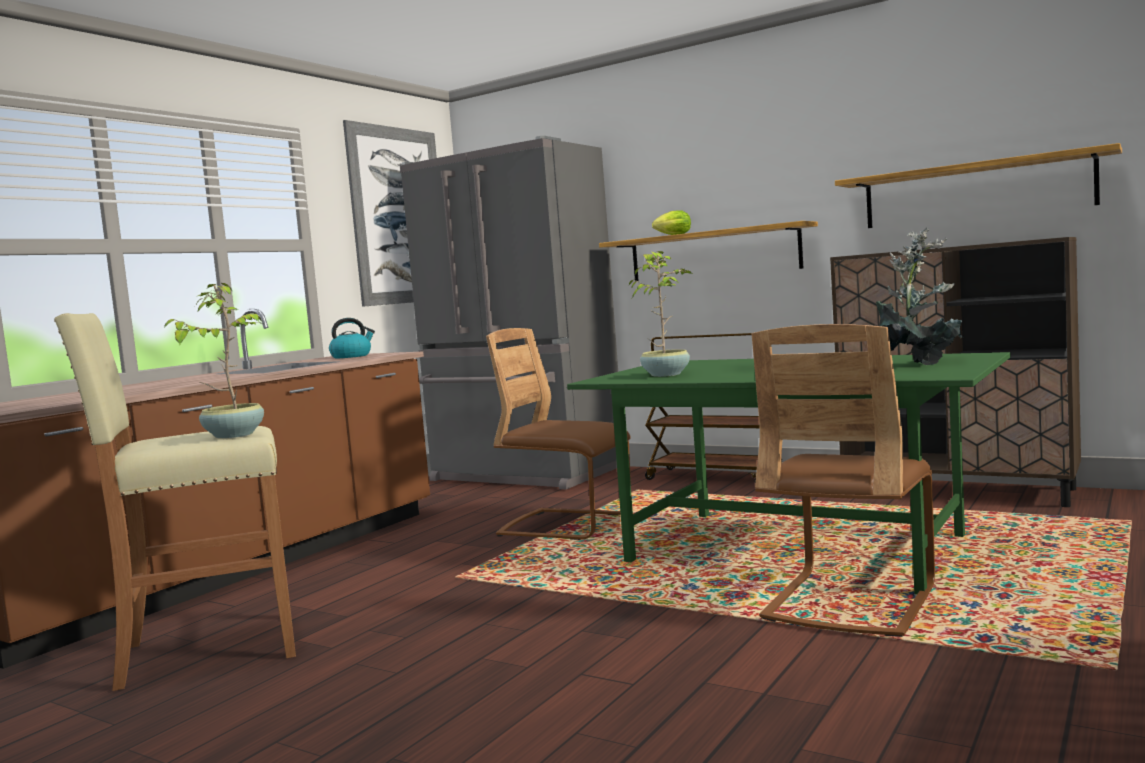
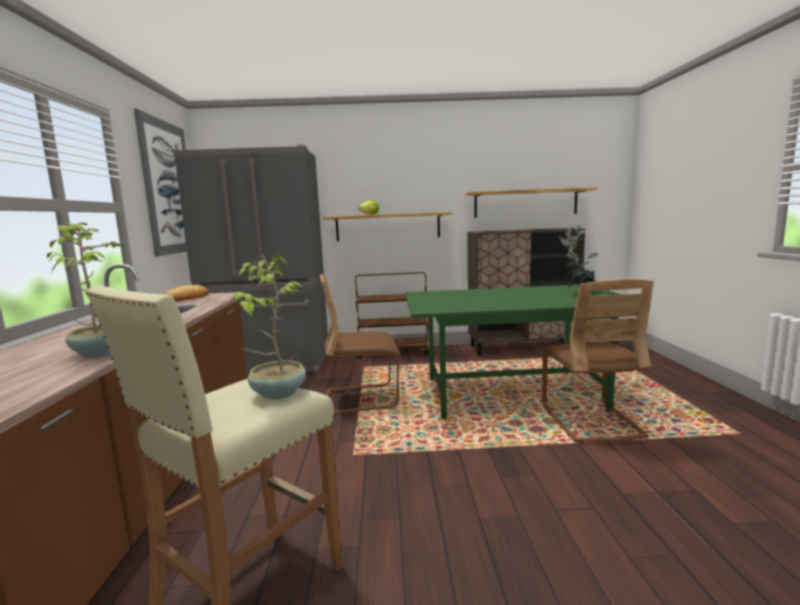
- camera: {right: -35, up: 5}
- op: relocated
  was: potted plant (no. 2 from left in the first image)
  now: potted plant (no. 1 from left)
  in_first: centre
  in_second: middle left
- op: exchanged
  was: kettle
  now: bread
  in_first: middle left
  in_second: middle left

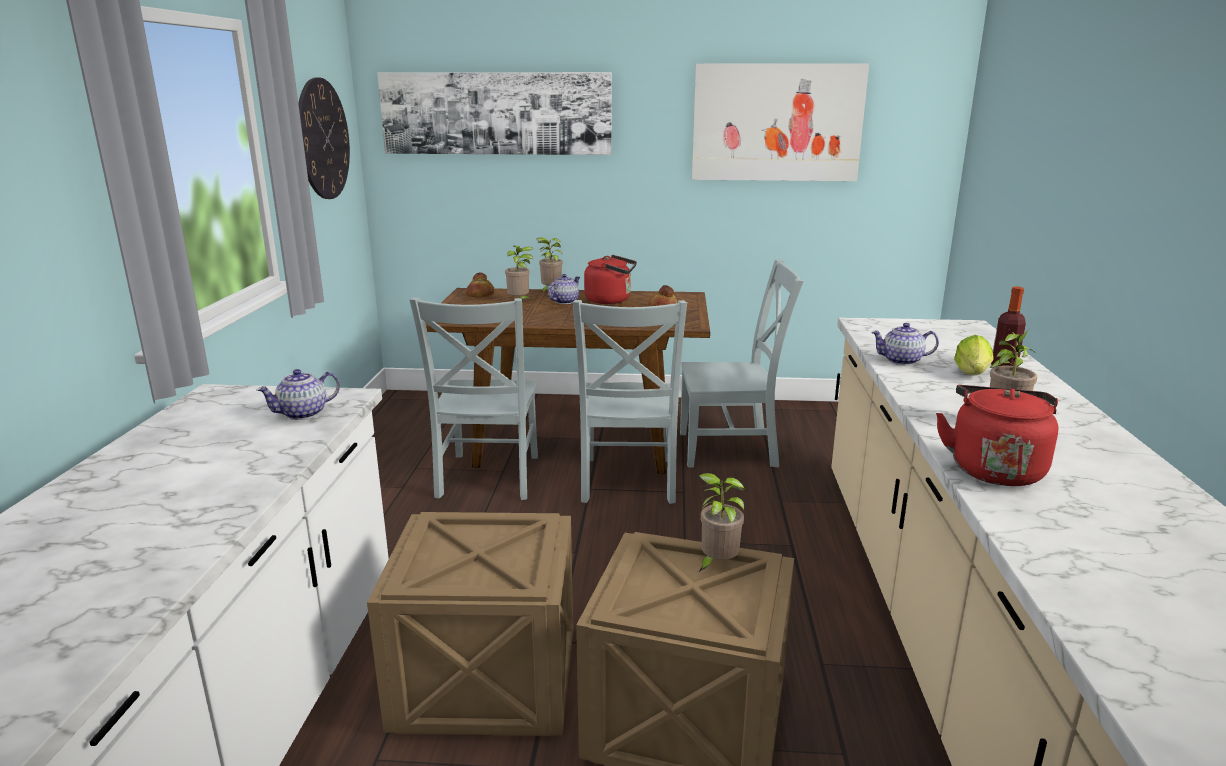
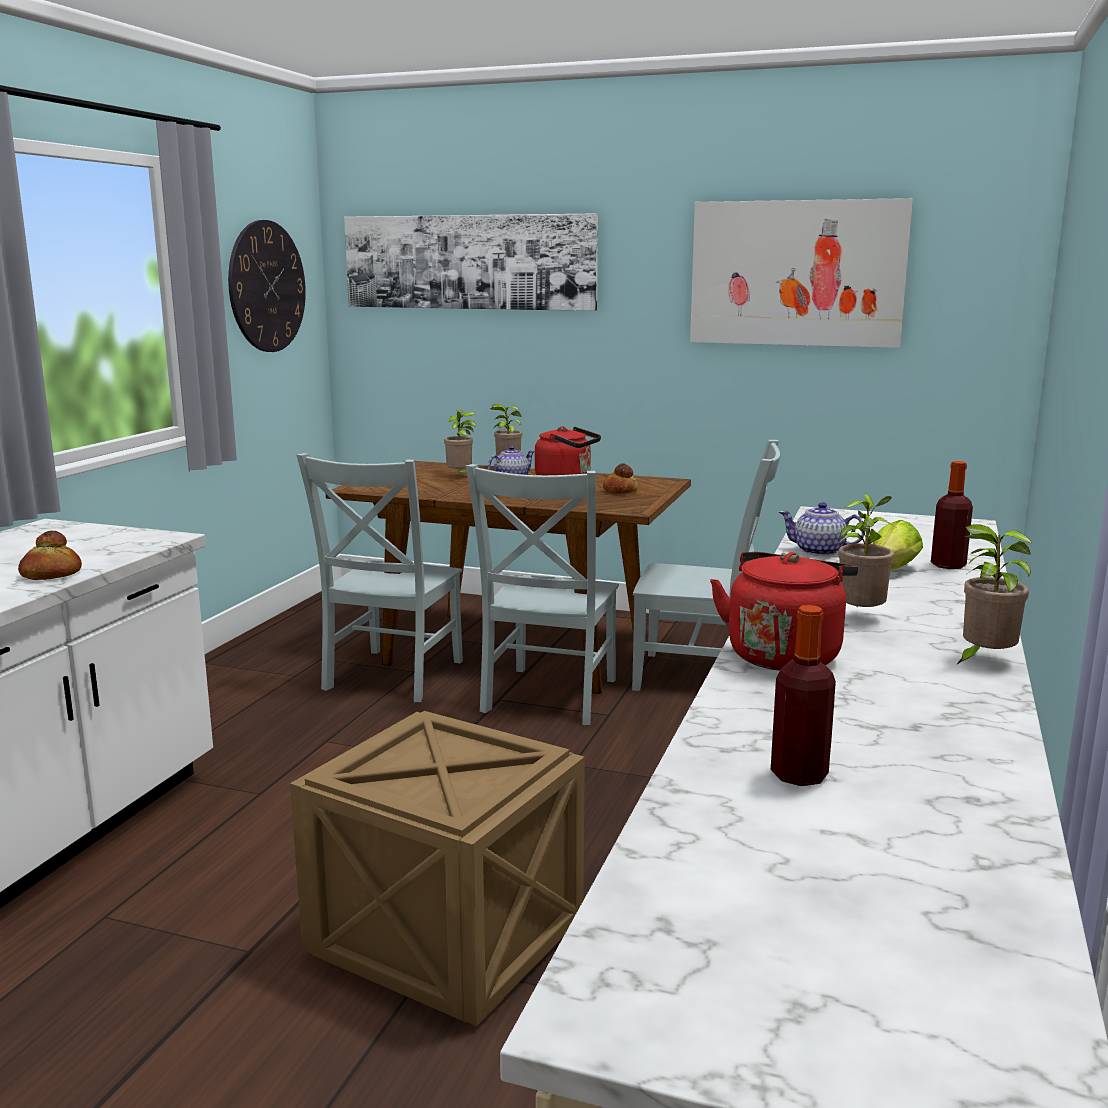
- camera: {right: 15, up: -5}
- op: relocated
  was: bread (no. 1 from left)
  in_first: centre
  in_second: middle left
- op: missing
  was: teapot (no. 1 from left)
  in_first: middle left
- op: relocated
  was: potted plant (no. 3 from left in the first image)
  now: potted plant (no. 4 from left)
  in_first: bottom centre
  in_second: middle right
- op: missing
  was: crate (no. 1 from left)
  in_first: bottom centre
- op: appeared
  now: bottle (no. 1 from left)
  in_second: middle right

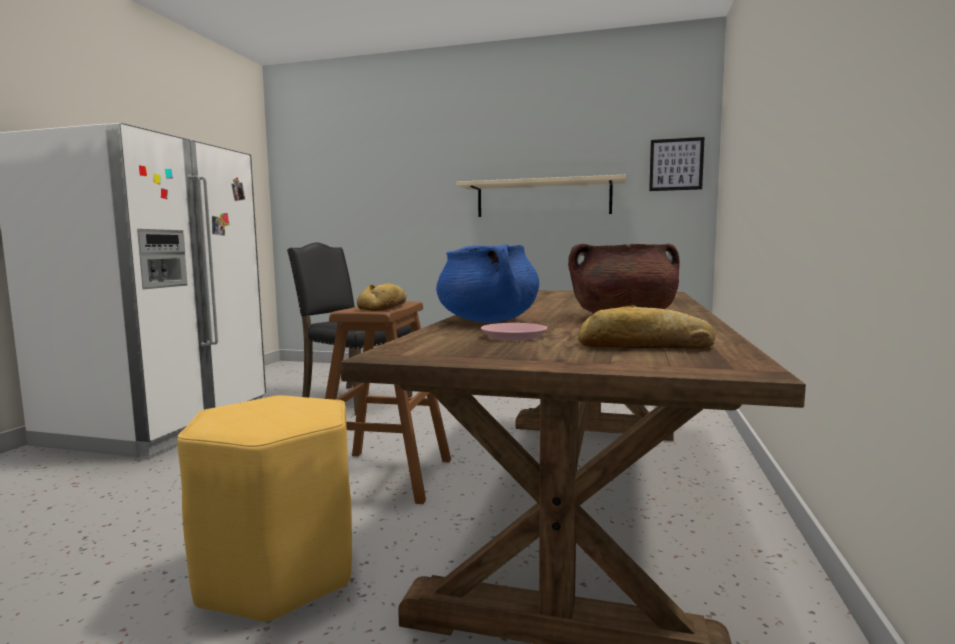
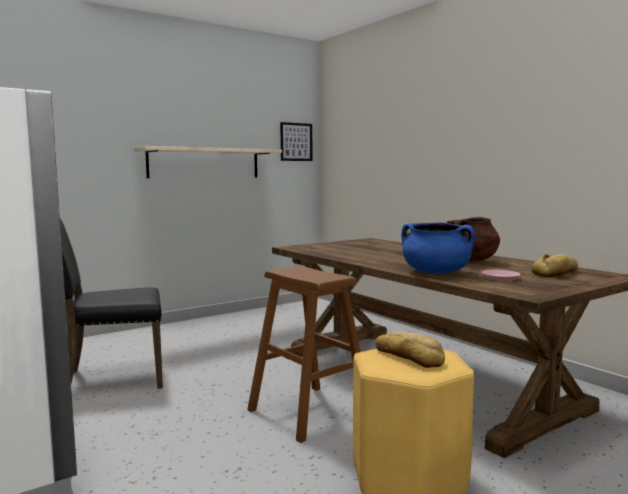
- camera: {right: -50, up: 0}
- op: relocated
  was: bread (no. 1 from left)
  in_first: centre
  in_second: bottom centre

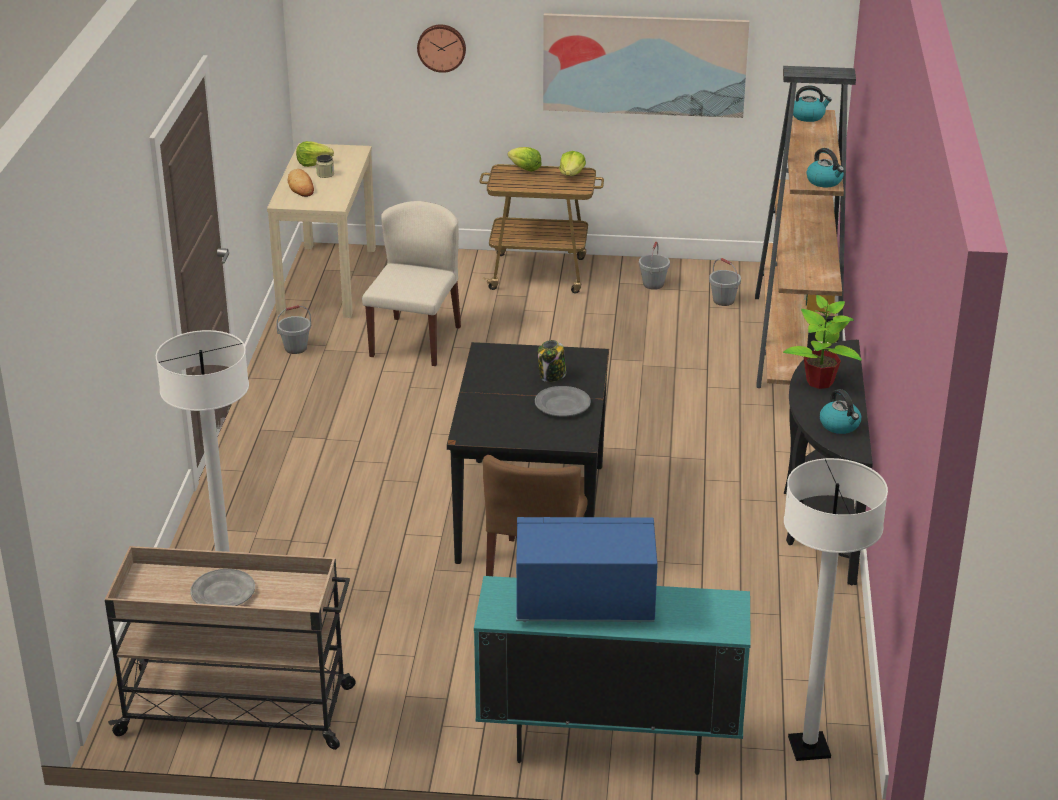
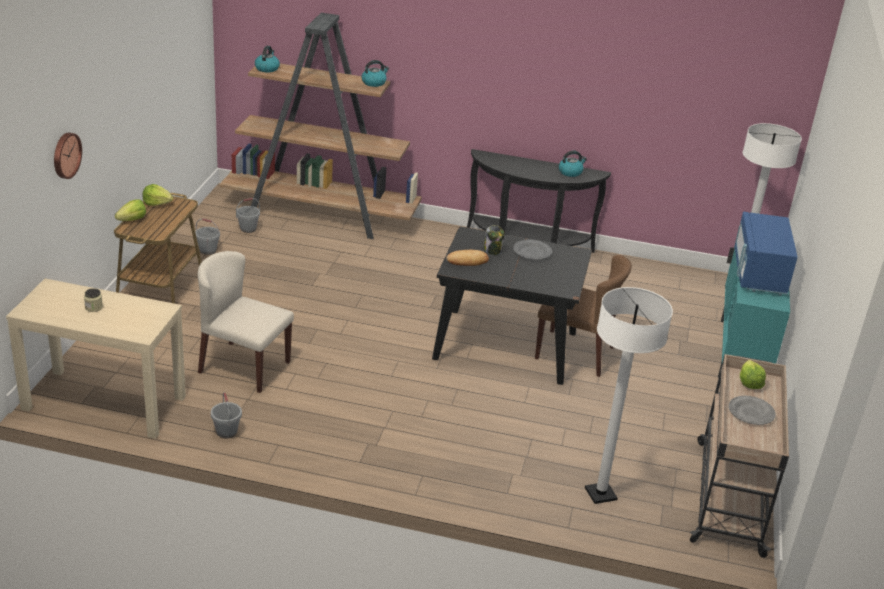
- camera: {right: -85, up: 0}
- op: missing
  was: picture
  in_first: top centre
- op: relocated
  was: lettuce (no. 1 from left in the first image)
  now: lettuce (no. 3 from left)
  in_first: top left
  in_second: middle right
- op: relocated
  was: bread
  in_first: top left
  in_second: centre
- op: missing
  was: potted plant
  in_first: middle right

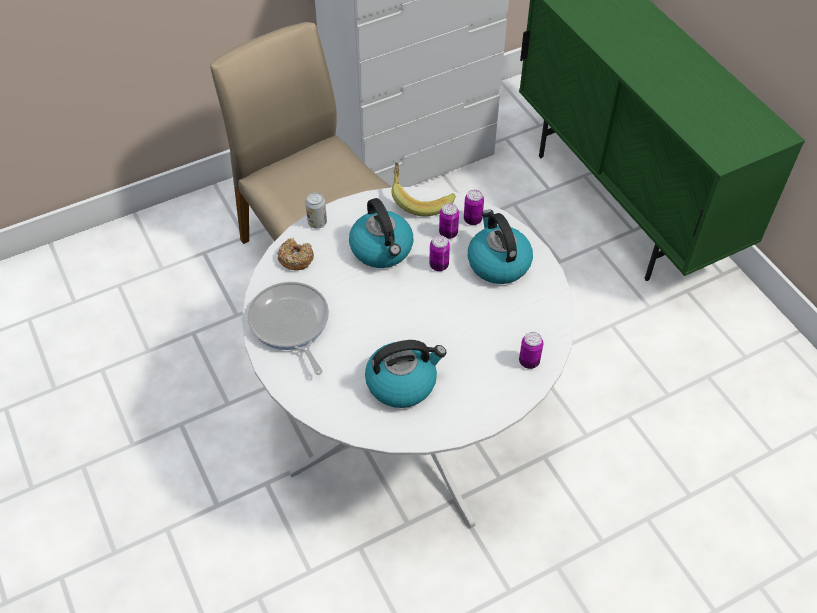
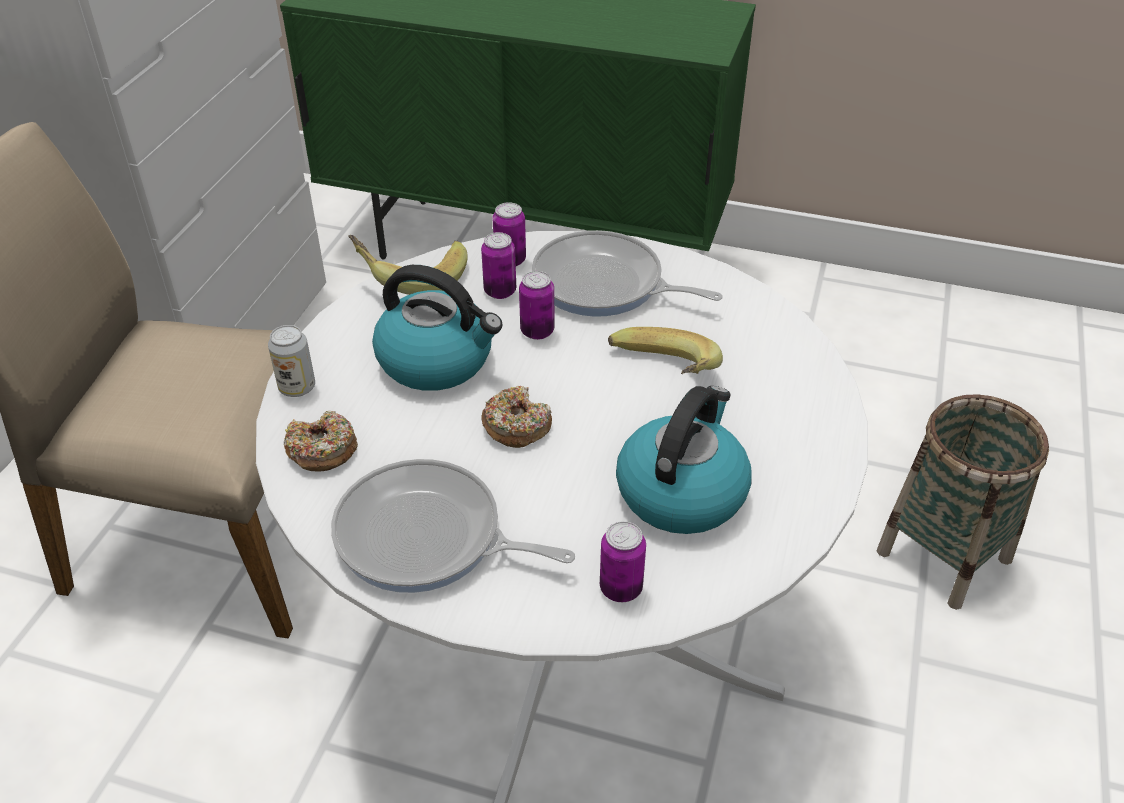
- camera: {right: -45, up: -10}
- op: exchanged
  was: kettle (no. 3 from left)
  now: frying pan (no. 2 from left)
  in_first: centre
  in_second: centre
- op: relocated
  was: can (no. 5 from left)
  in_first: centre
  in_second: bottom centre
- op: appeared
  now: banana (no. 2 from left)
  in_second: centre
- op: appeared
  now: donut (no. 2 from left)
  in_second: centre
- op: appeared
  now: basket
  in_second: middle right

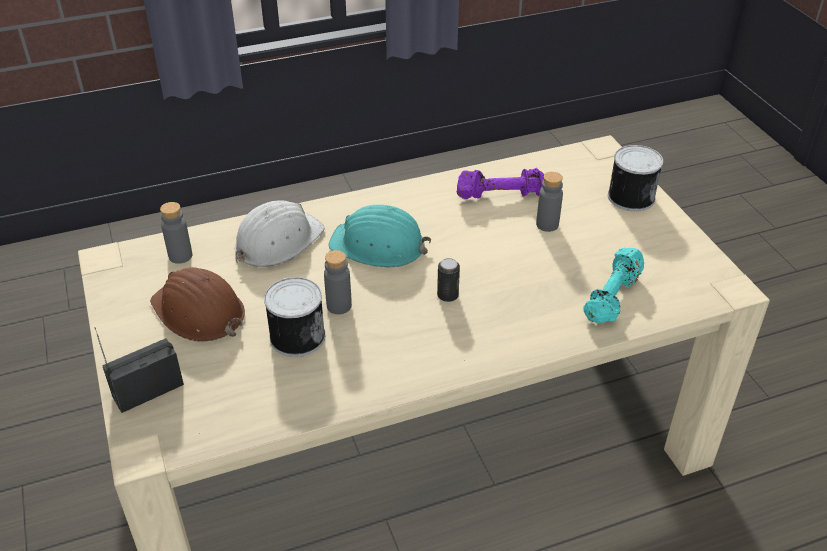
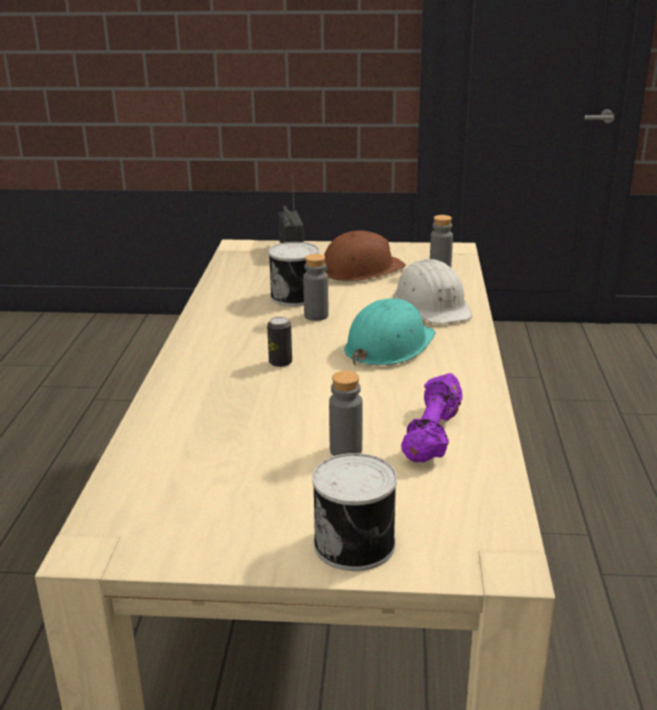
- camera: {right: 115, up: -15}
- op: missing
  was: turquoise dumbbell
  in_first: middle right

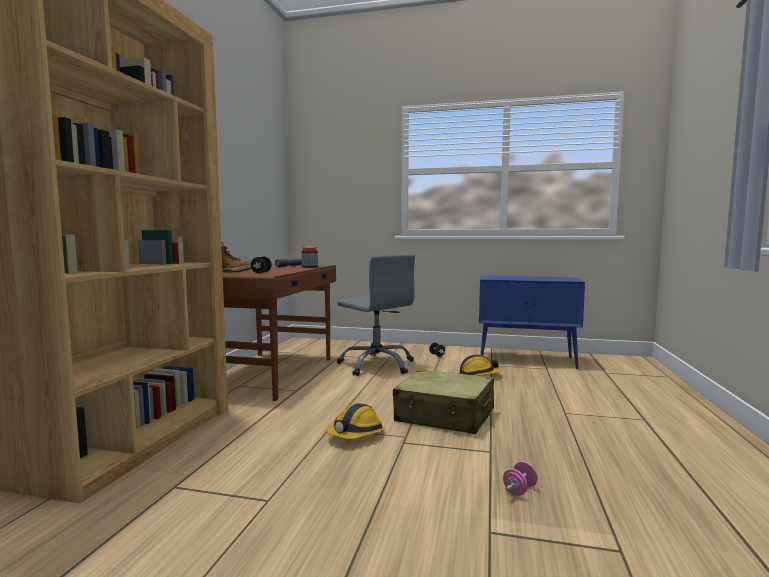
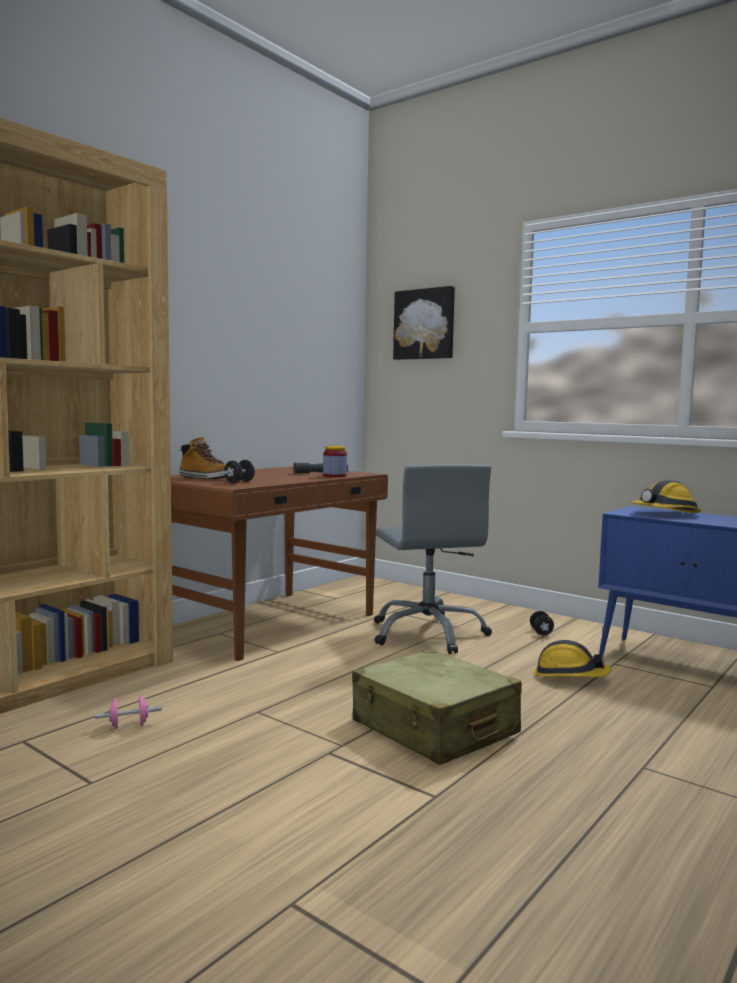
- camera: {right: 25, up: 0}
- op: relocated
  was: hard hat (no. 1 from left in the first image)
  now: hard hat (no. 2 from left)
  in_first: bottom centre
  in_second: middle right
- op: relocated
  was: pink dumbbell
  in_first: bottom right
  in_second: bottom left
- op: appeared
  now: picture
  in_second: top centre

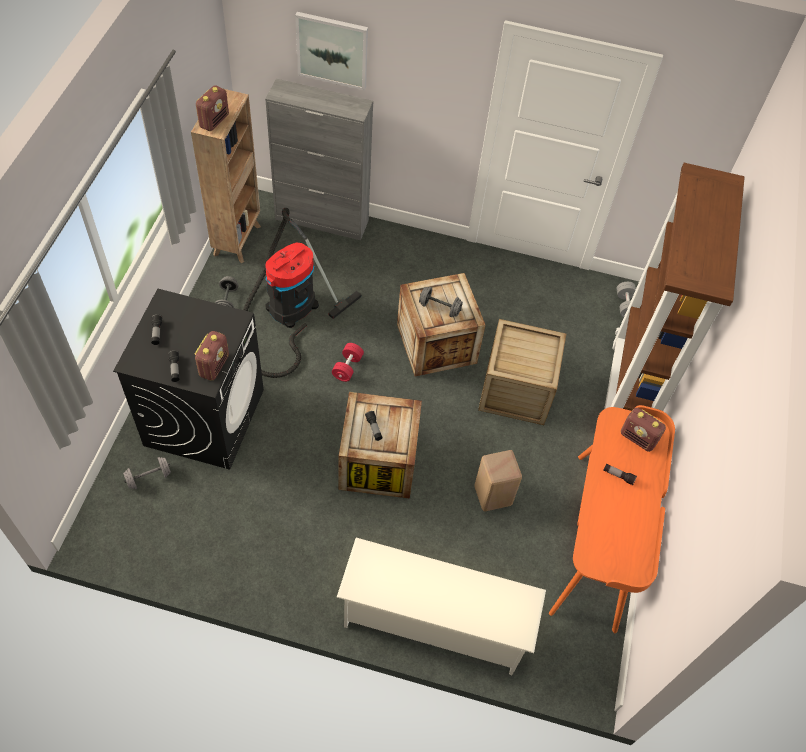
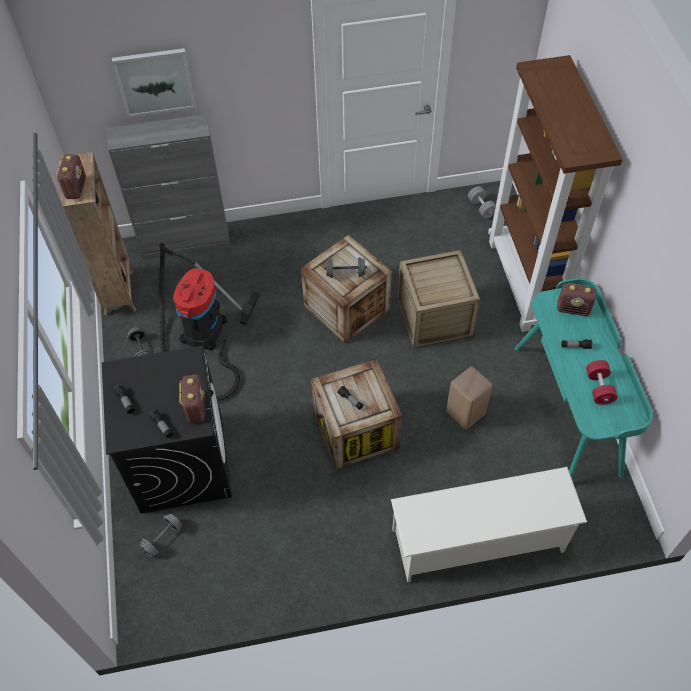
- camera: {right: -20, up: 0}
- op: relocated
  was: red dumbbell
  in_first: centre
  in_second: middle right
- op: colour
  was: orange desk
  now: turquoise desk
  in_first: bottom right
  in_second: middle right

